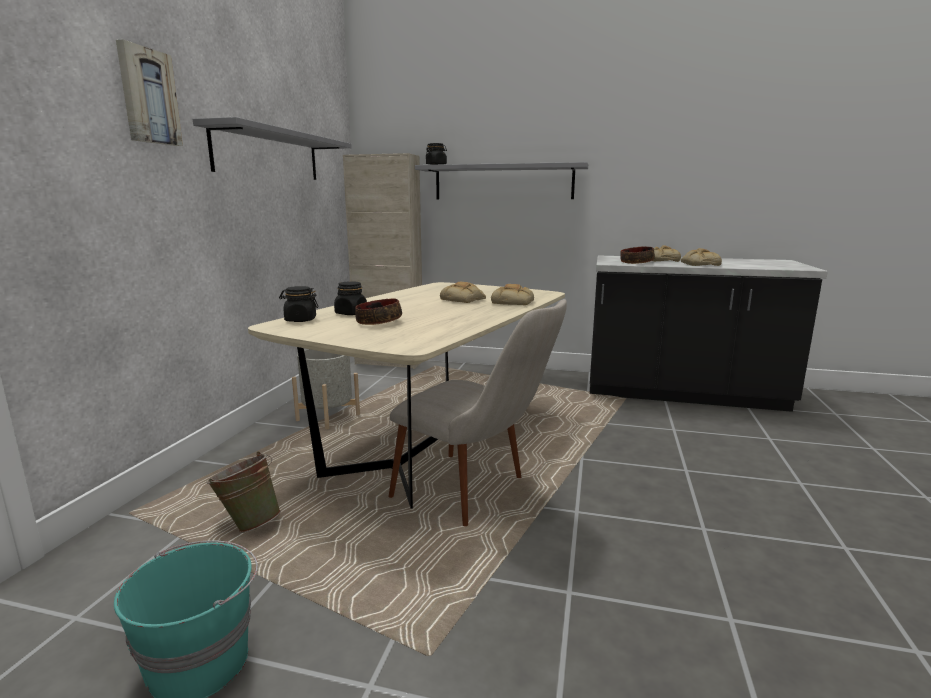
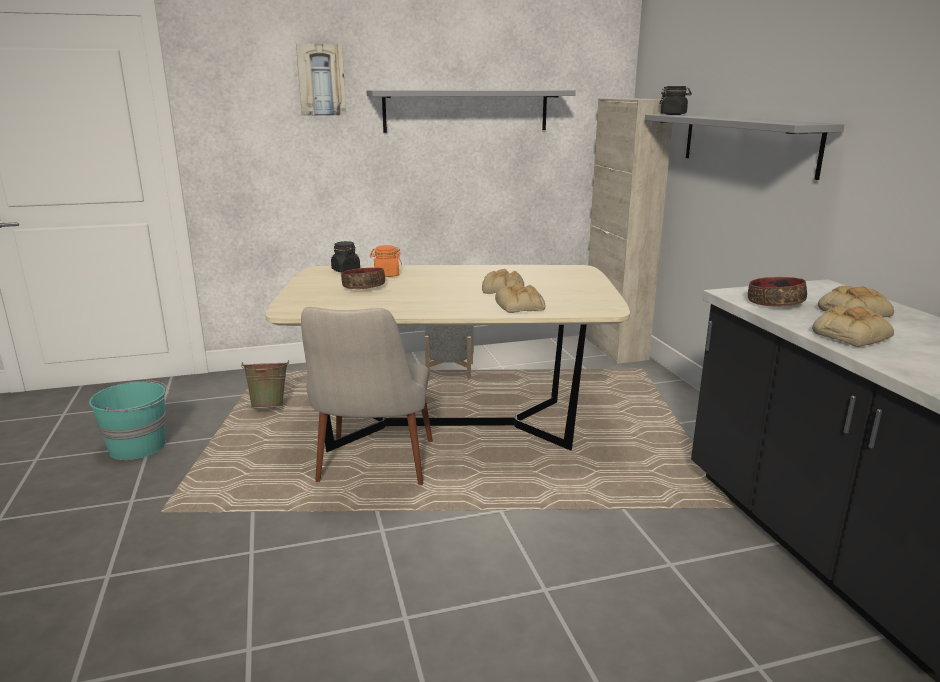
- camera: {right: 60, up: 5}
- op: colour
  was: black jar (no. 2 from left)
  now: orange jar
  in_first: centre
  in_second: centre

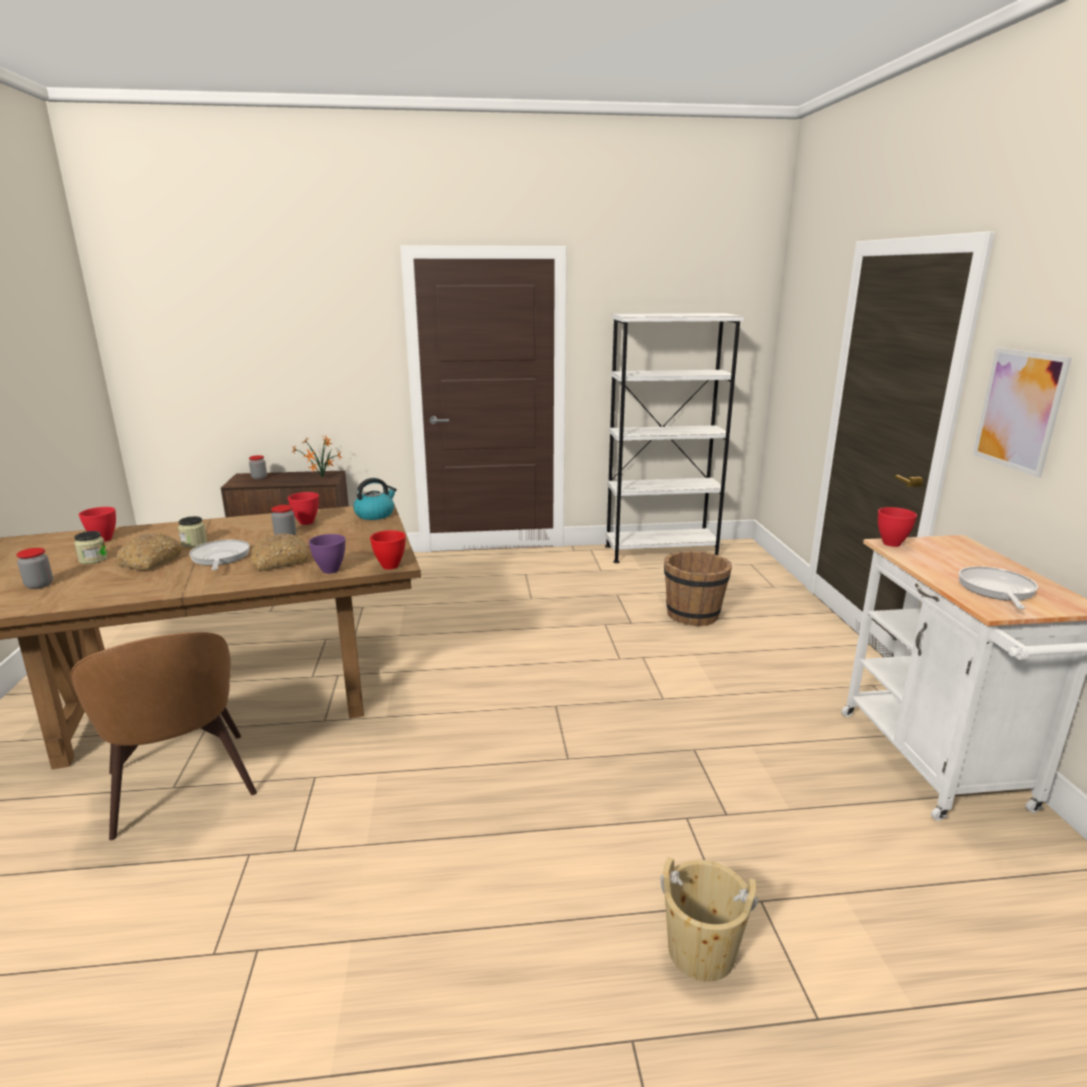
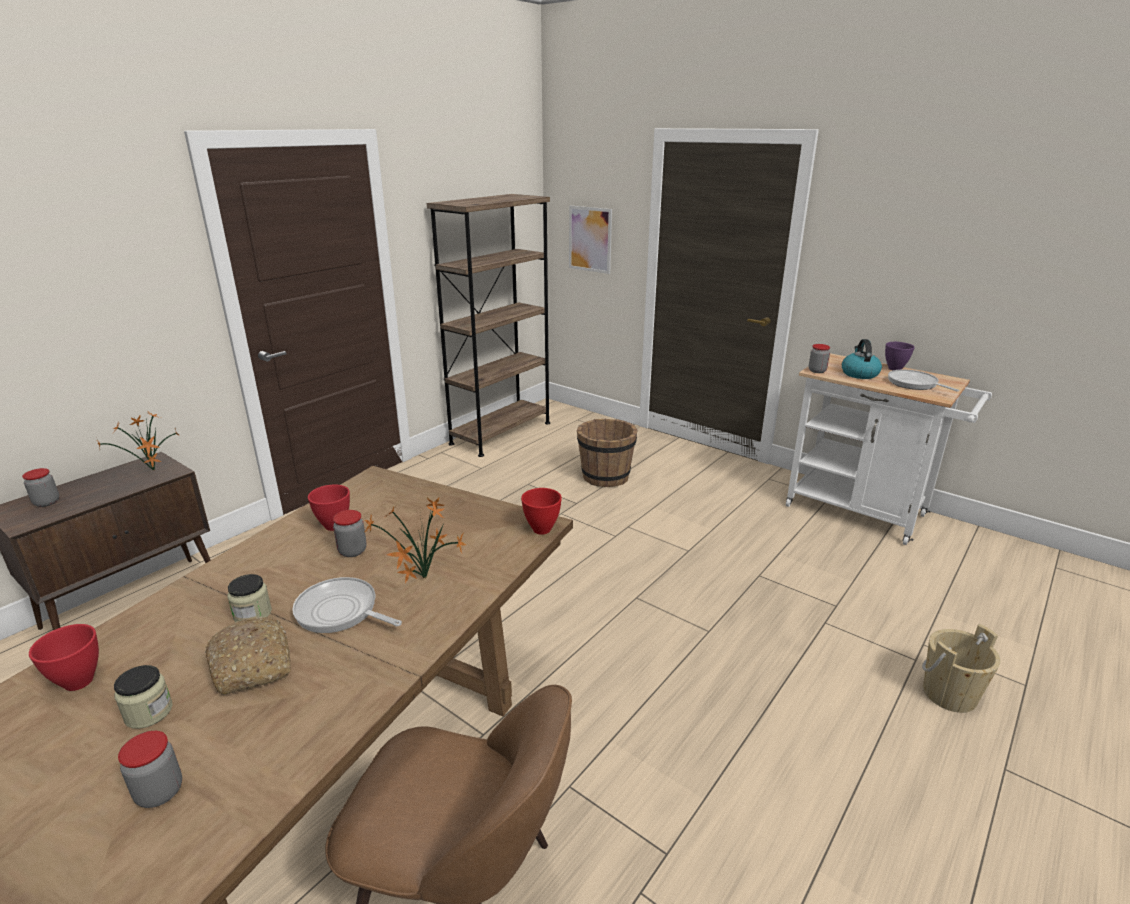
- camera: {right: -45, up: 5}
- op: colour
  was: white bookcase
  now: brown bookcase
  in_first: centre
  in_second: centre
- op: relocated
  was: picture
  in_first: middle right
  in_second: top centre
- op: relocated
  was: kettle
  in_first: centre
  in_second: middle right
- op: exchanged
  was: red bowl (no. 4 from left)
  now: jar (no. 6 from left)
  in_first: middle right
  in_second: middle right
- op: exchanged
  was: bread (no. 2 from left)
  now: potted plant (no. 2 from left)
  in_first: middle left
  in_second: centre
- op: relocated
  was: purple bowl
  in_first: middle left
  in_second: middle right

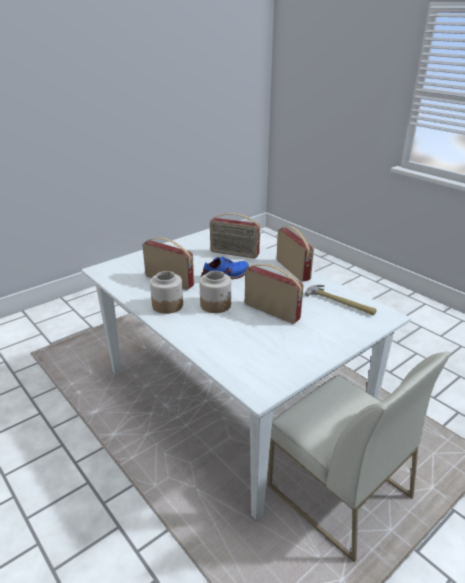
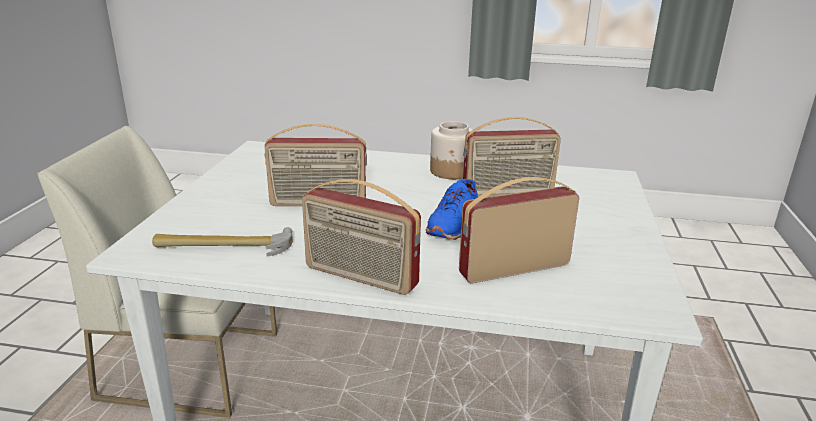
- camera: {right: 140, up: -5}
- op: missing
  was: jar (no. 2 from left)
  in_first: centre

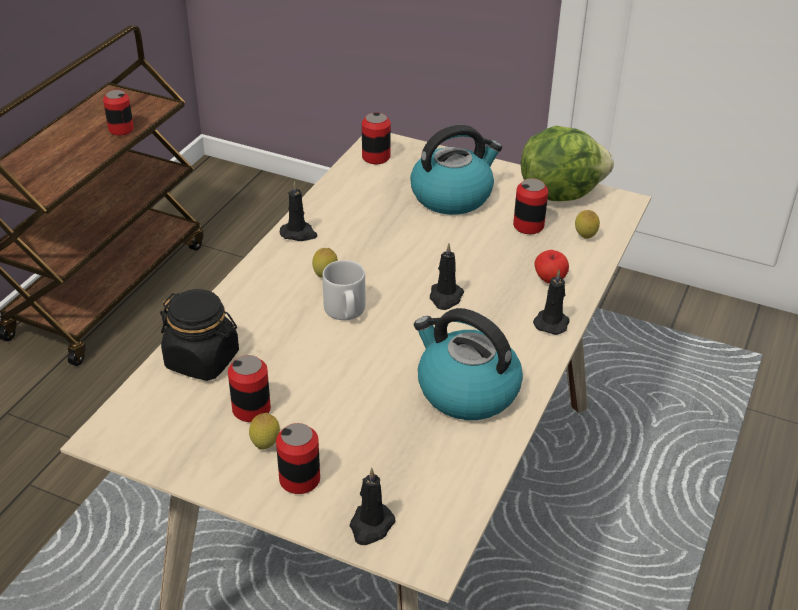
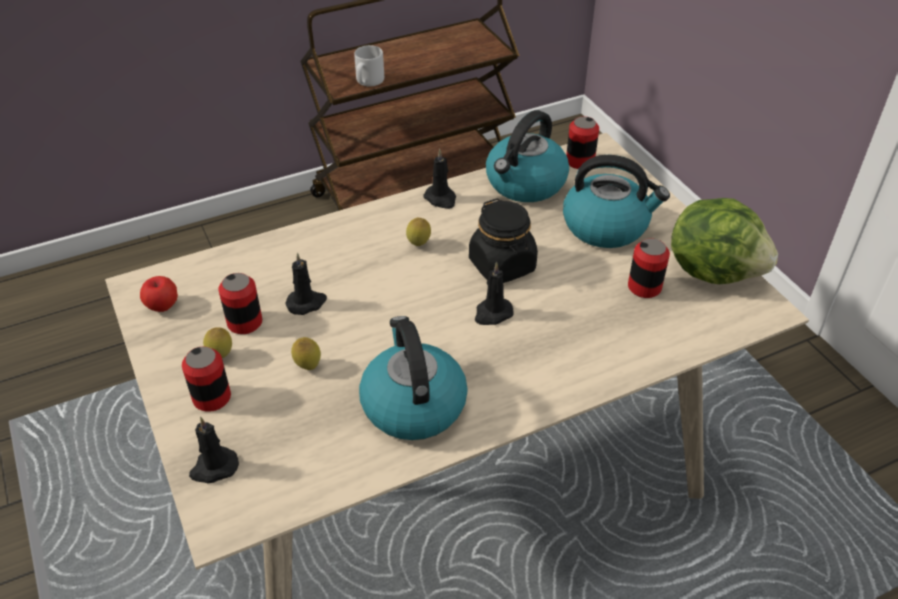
- camera: {right: 40, up: 5}
- op: missing
  was: can (no. 1 from left)
  in_first: top left
- op: relocated
  was: lemon (no. 3 from left in the first image)
  now: lemon (no. 2 from left)
  in_first: middle right
  in_second: centre
- op: relocated
  was: apple
  in_first: middle right
  in_second: middle left
- op: relocated
  was: grey mug
  in_first: centre
  in_second: top centre
- op: relocated
  was: black candle (no. 4 from left in the first image)
  now: black candle (no. 2 from left)
  in_first: middle right
  in_second: centre
- op: relocated
  was: black jar
  in_first: middle left
  in_second: centre
- op: appeared
  now: kettle (no. 2 from left)
  in_second: top centre

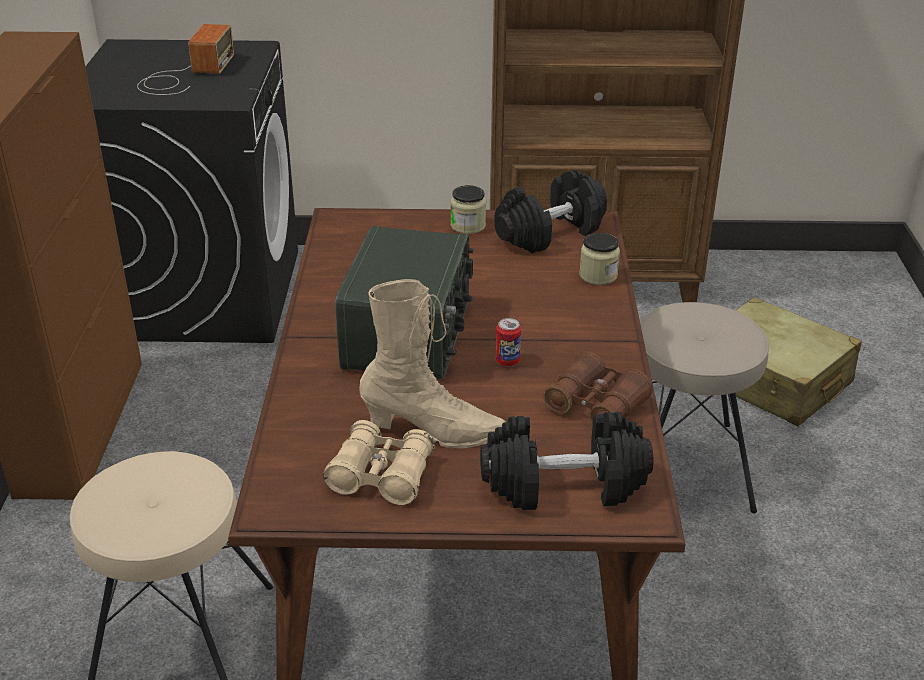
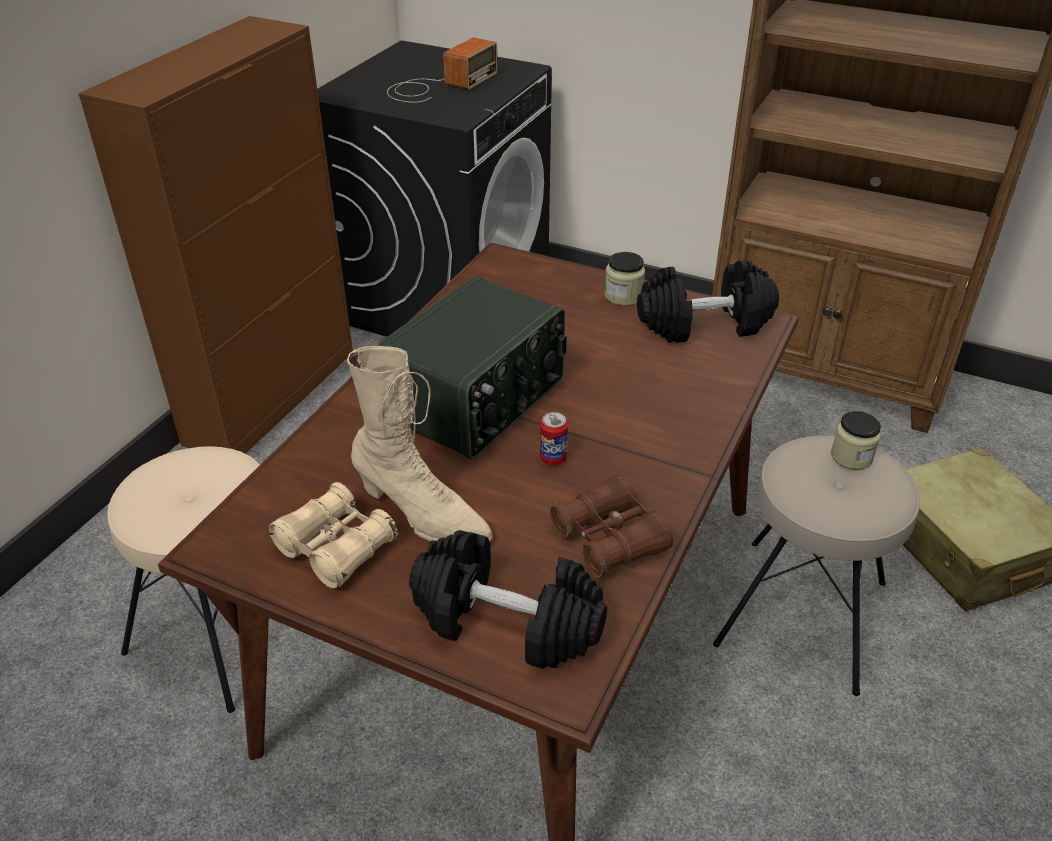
- camera: {right: 25, up: 5}
- op: relocated
  was: jar (no. 2 from left)
  in_first: centre
  in_second: middle right

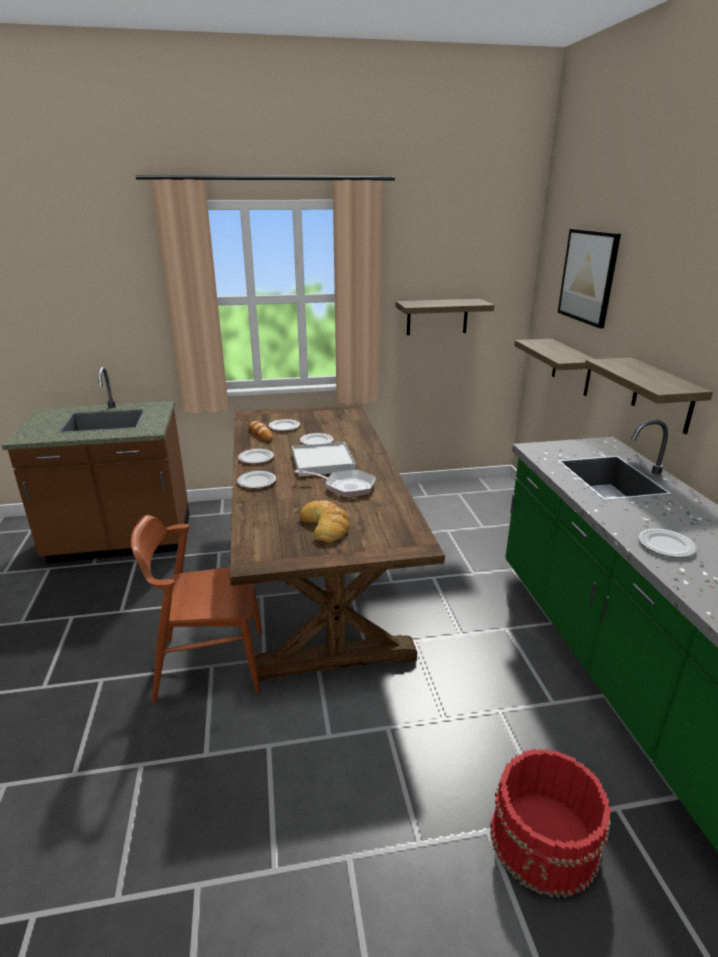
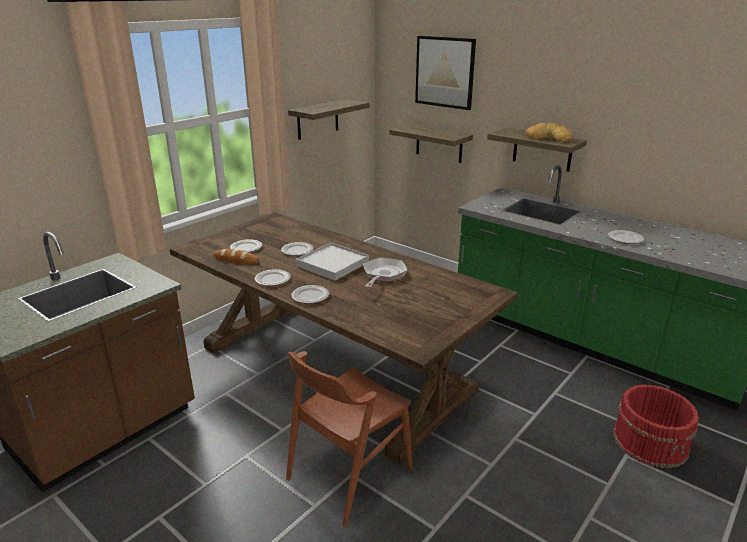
- camera: {right: -40, up: 0}
- op: spun
  was: frying pan
  in_first: centre
  in_second: centre
  clockwise: -45
- op: relocated
  was: bread (no. 2 from left)
  in_first: centre
  in_second: top right

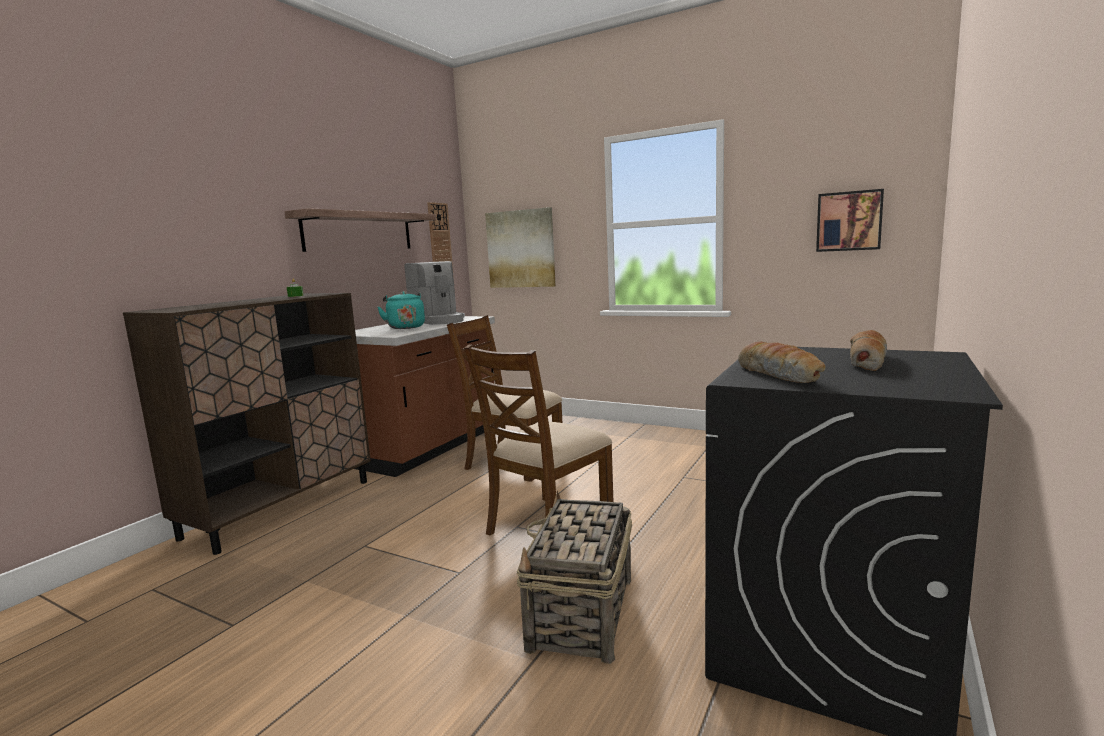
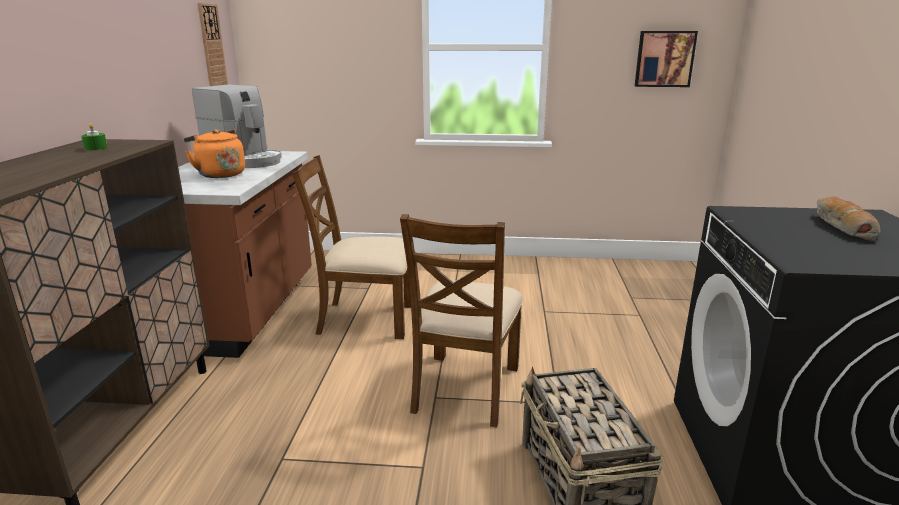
- camera: {right: -25, up: 10}
- op: missing
  was: picture (no. 1 from left)
  in_first: centre
- op: missing
  was: shelf
  in_first: top left
- op: colour
  was: turquoise kettle
  now: orange kettle
  in_first: centre
  in_second: top left
- op: missing
  was: bread (no. 1 from left)
  in_first: middle right

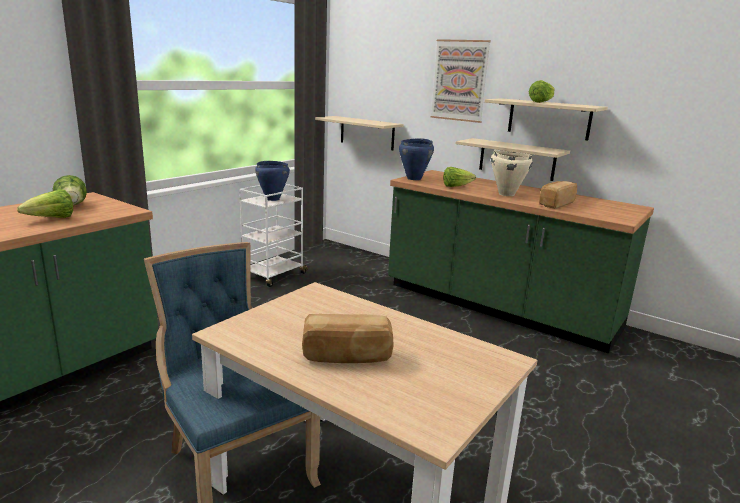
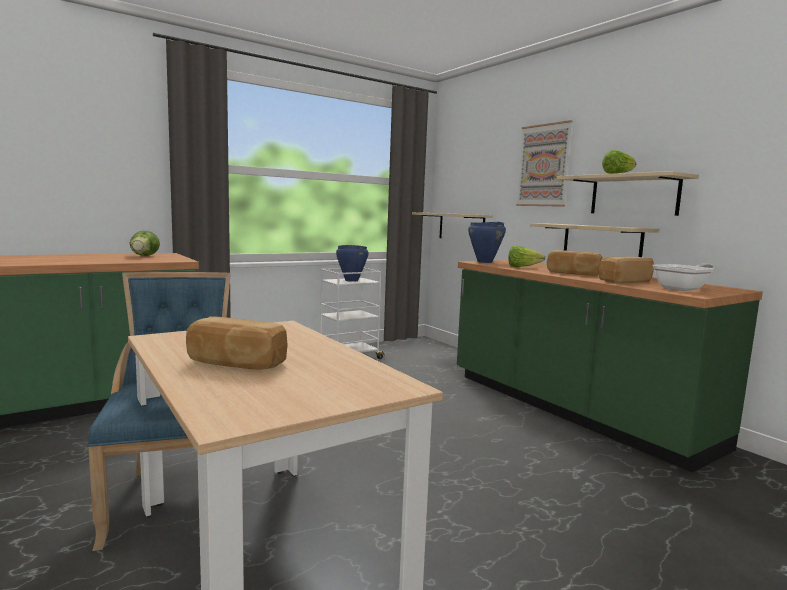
- camera: {right: 20, up: -10}
- op: exchanged
  was: beige cooking pot
  now: bread (no. 2 from left)
  in_first: middle right
  in_second: middle right
- op: missing
  was: lettuce (no. 1 from left)
  in_first: middle left
- op: appeared
  now: frying pan
  in_second: middle right

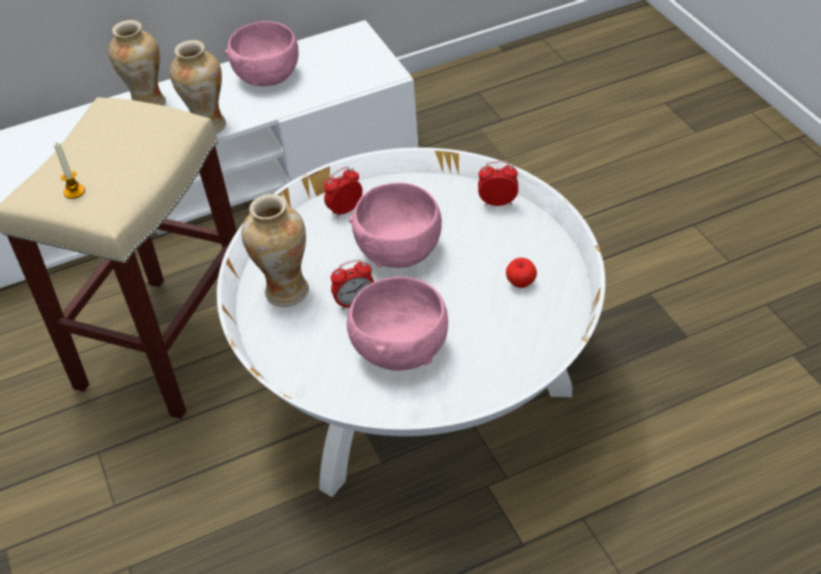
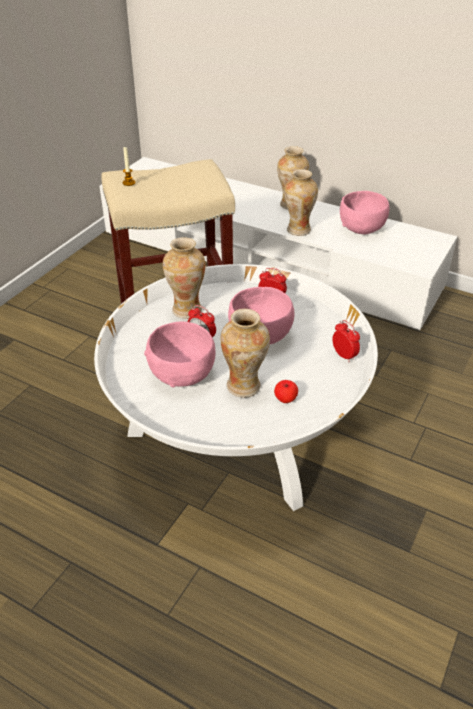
- camera: {right: 50, up: -5}
- op: appeared
  now: vase (no. 2 from left)
  in_second: centre

